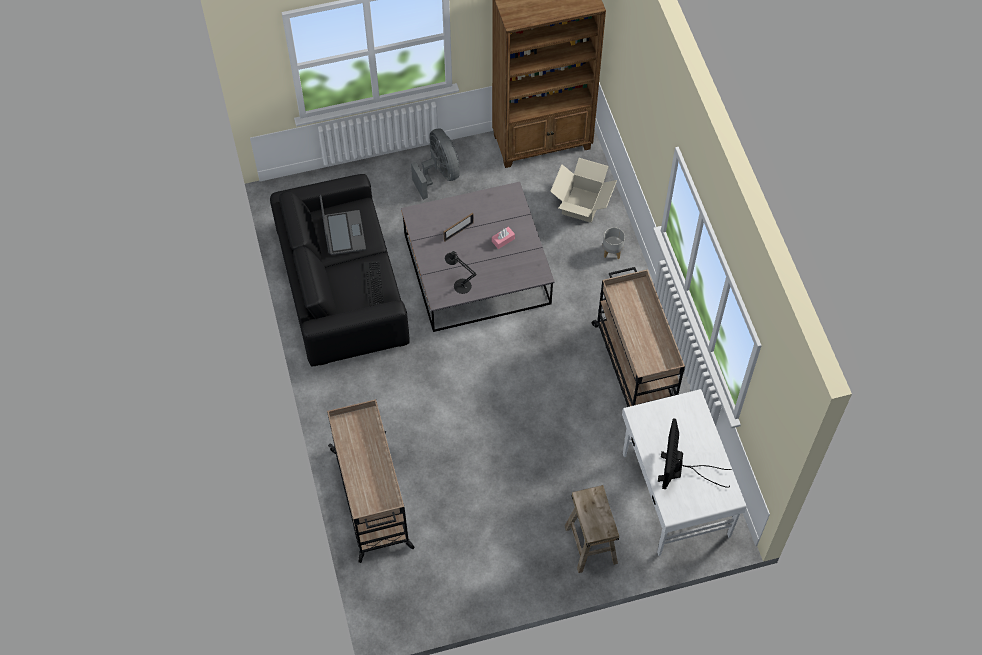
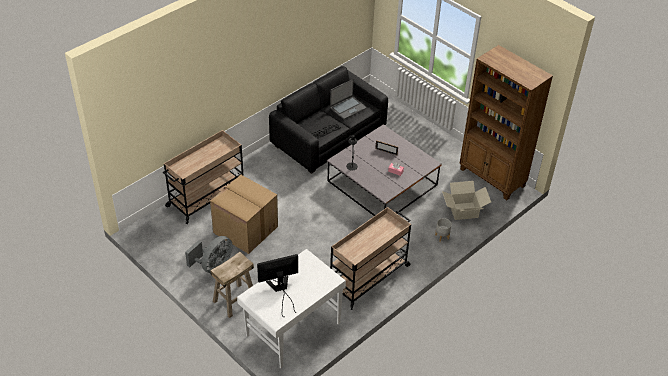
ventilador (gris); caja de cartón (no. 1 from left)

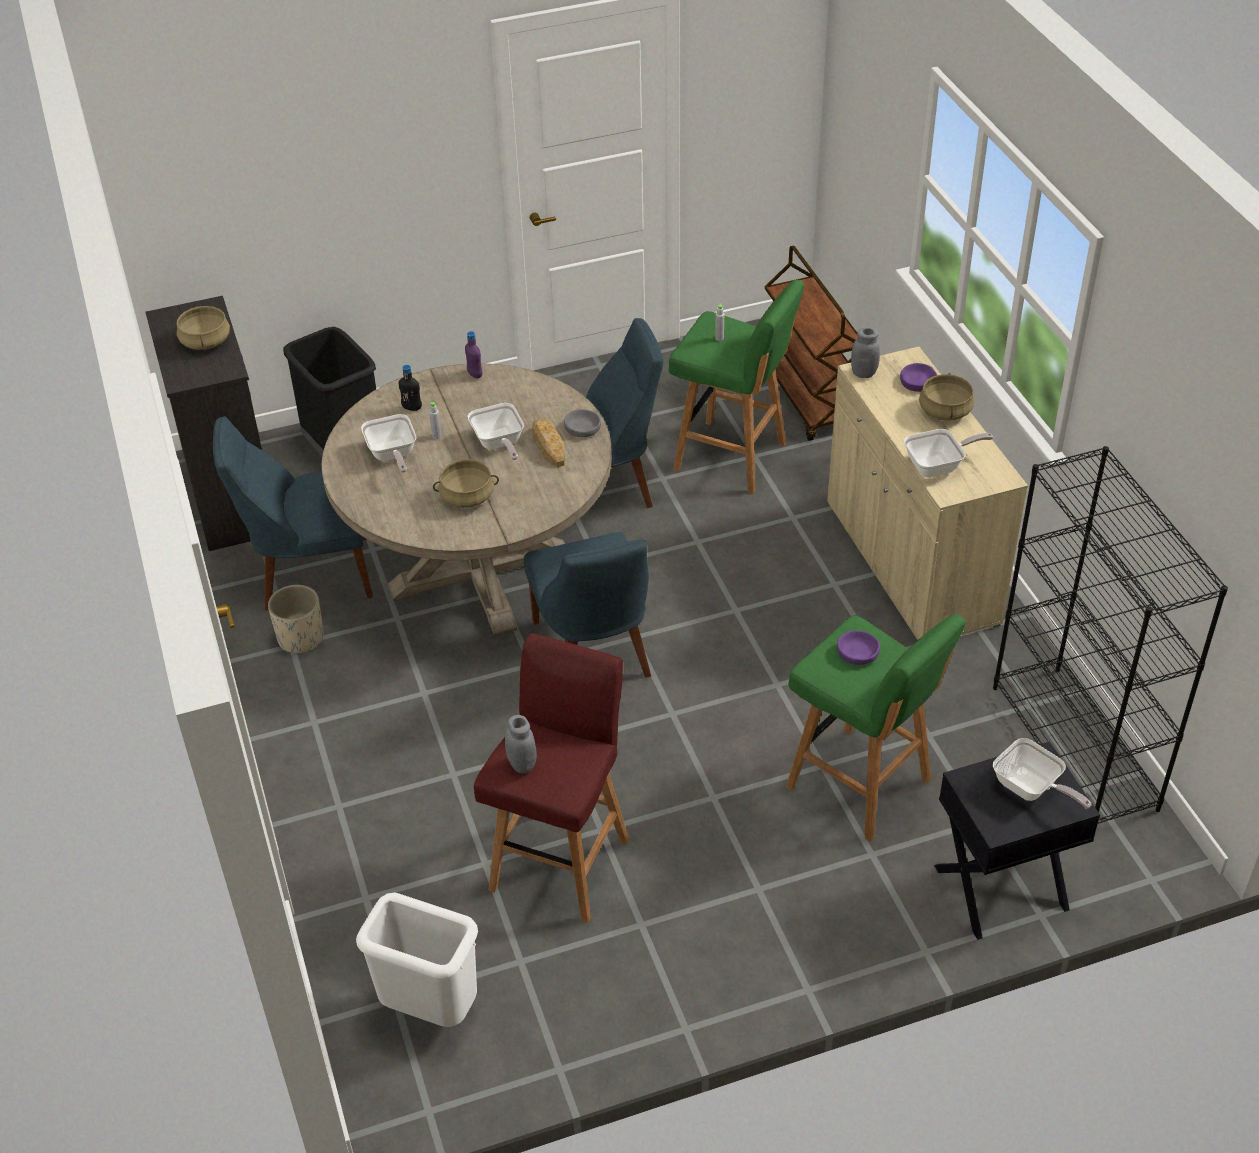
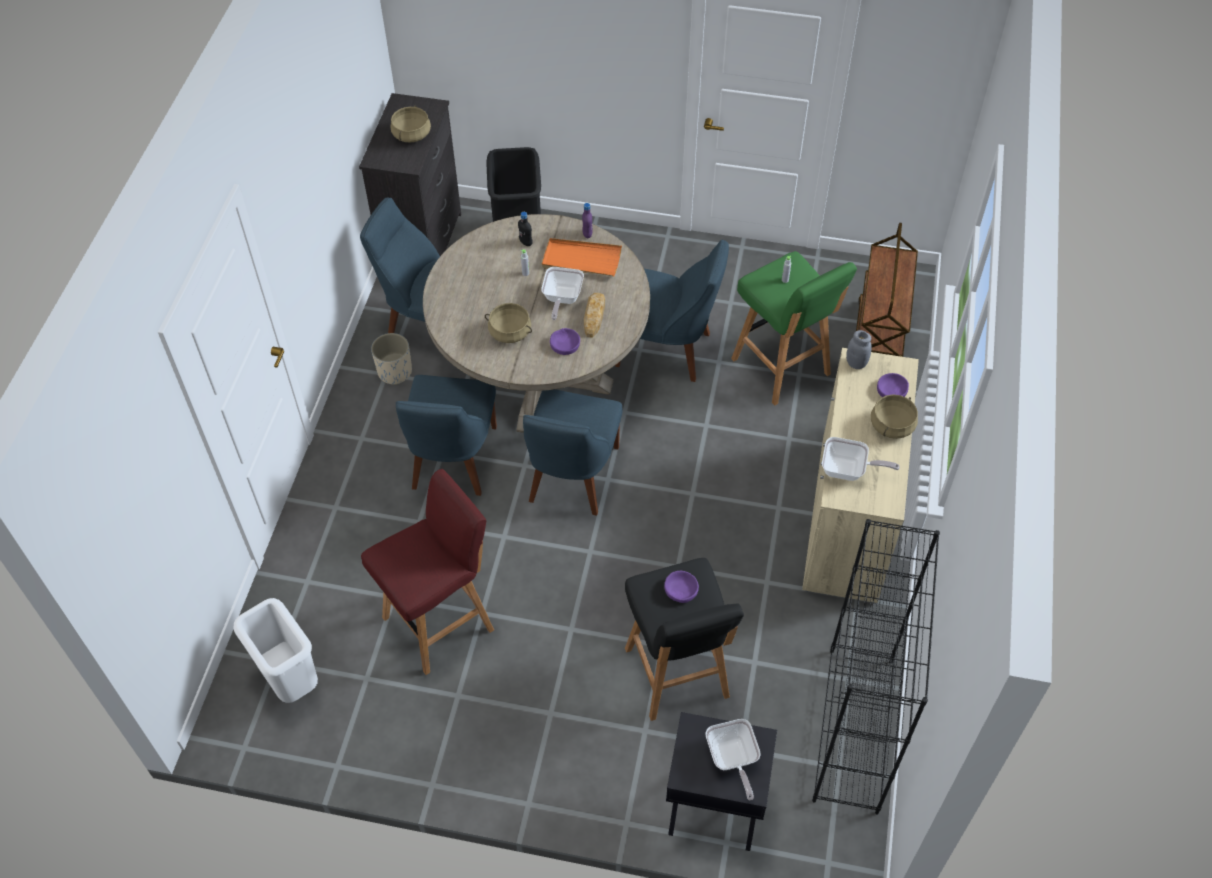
silla (azul) (no. 2 from left); bandeja (naranja); cuenco (morado) (no. 1 from left); taburete (negro); sartén (no. 1 from left in the first image); tarro (gris) (no. 1 from left in the first image); cuenco (gris)

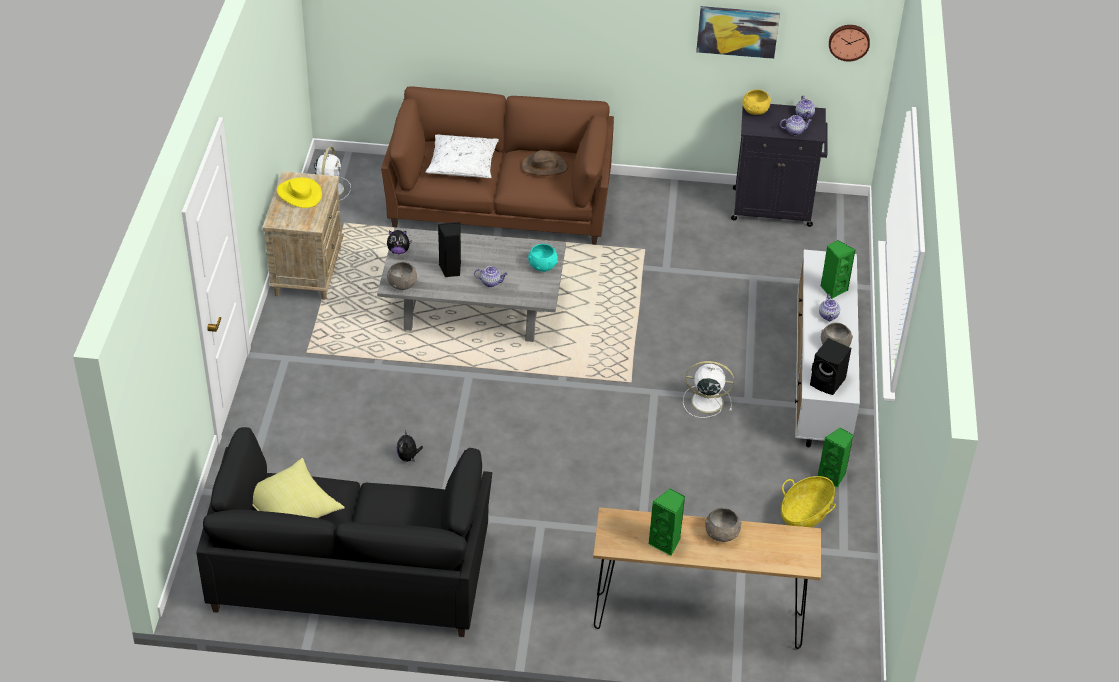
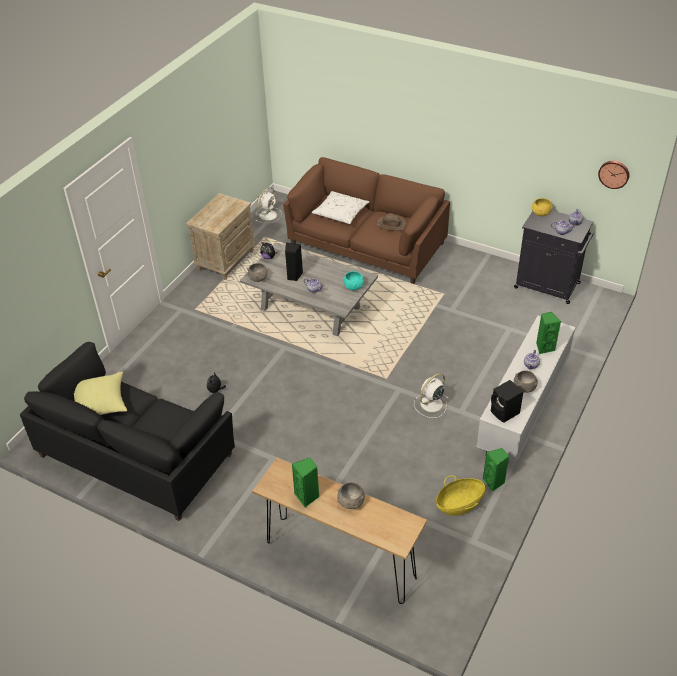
ventilador (blanco) (no. 2 from left); sombrero (amarillo); cuadro

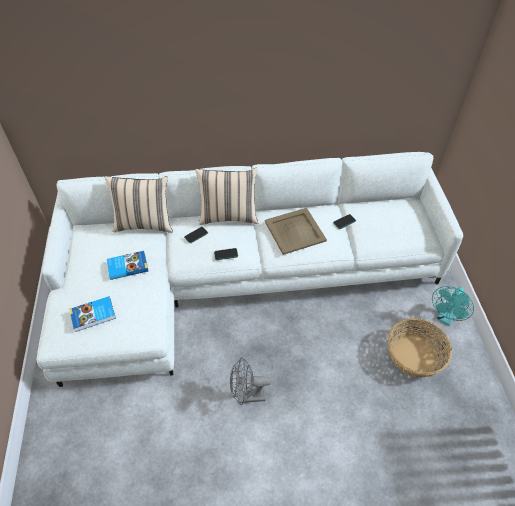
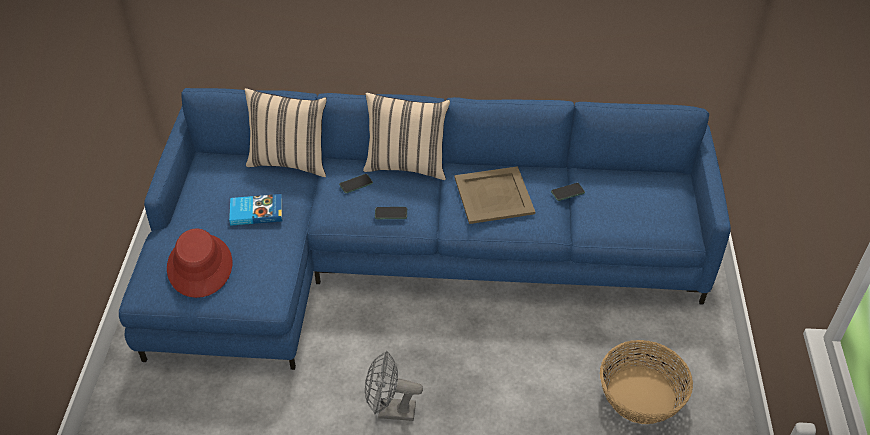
sofá (azul); sombrero (rojo); ventilador (turquesa)

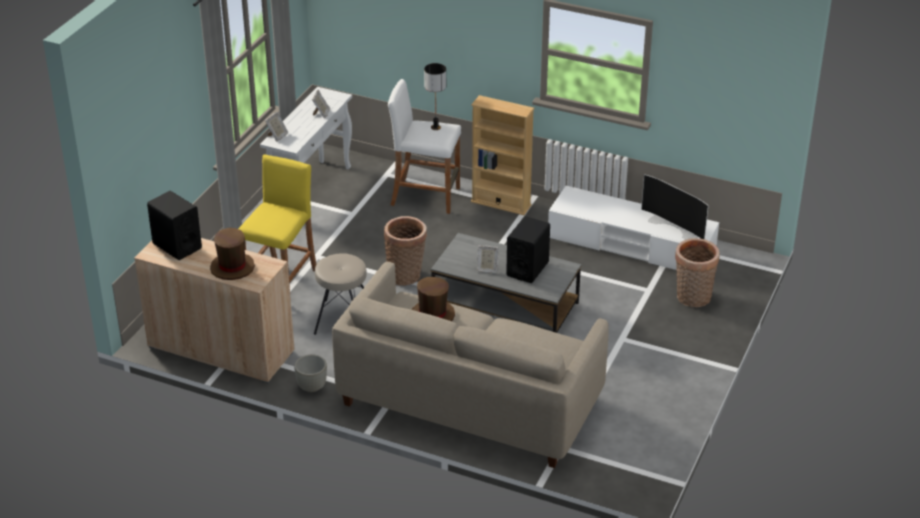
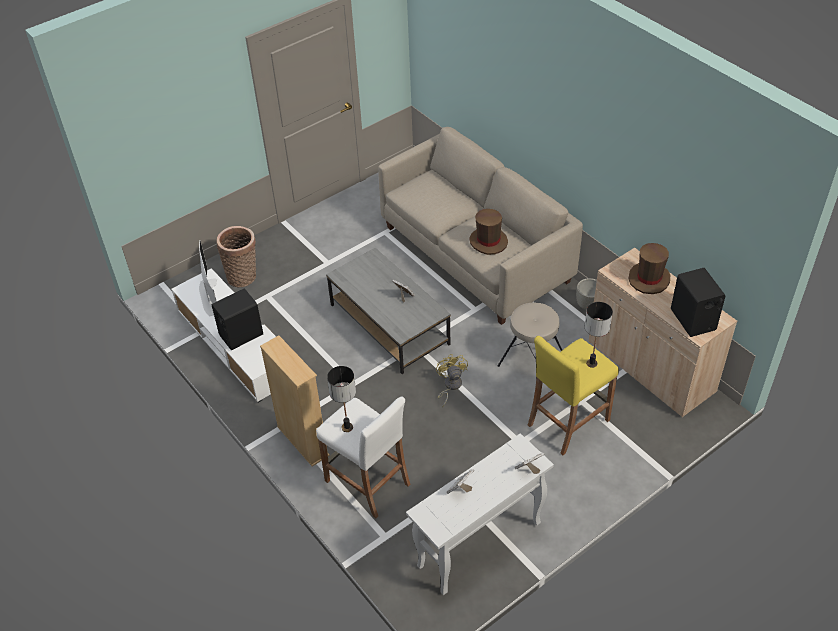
altavoz (negro) (no. 1 from left); ventilador (amarillo); lámpara de mesa (no. 2 from left)

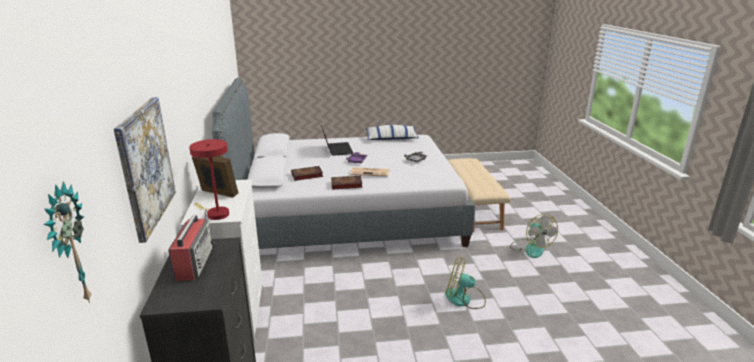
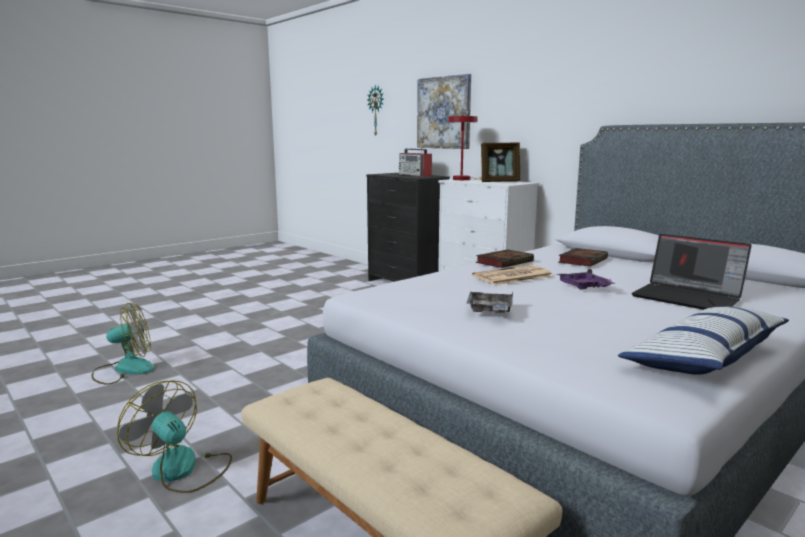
ventilador (no. 1 from left)

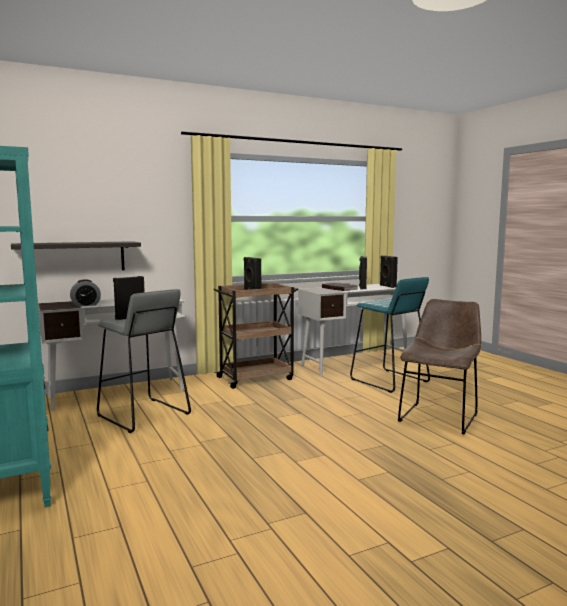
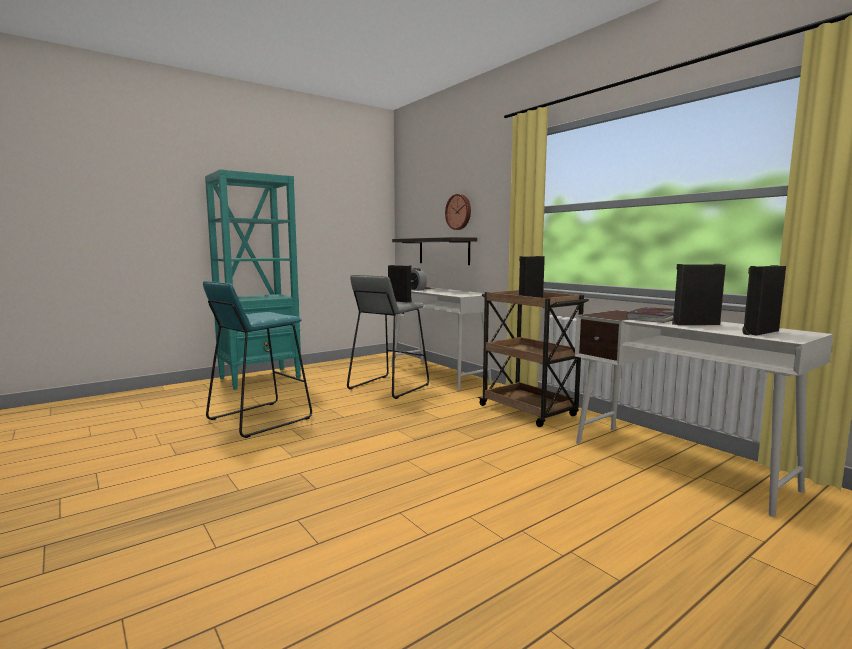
taburete (turquesa); reloj de pared; silla (marrón)

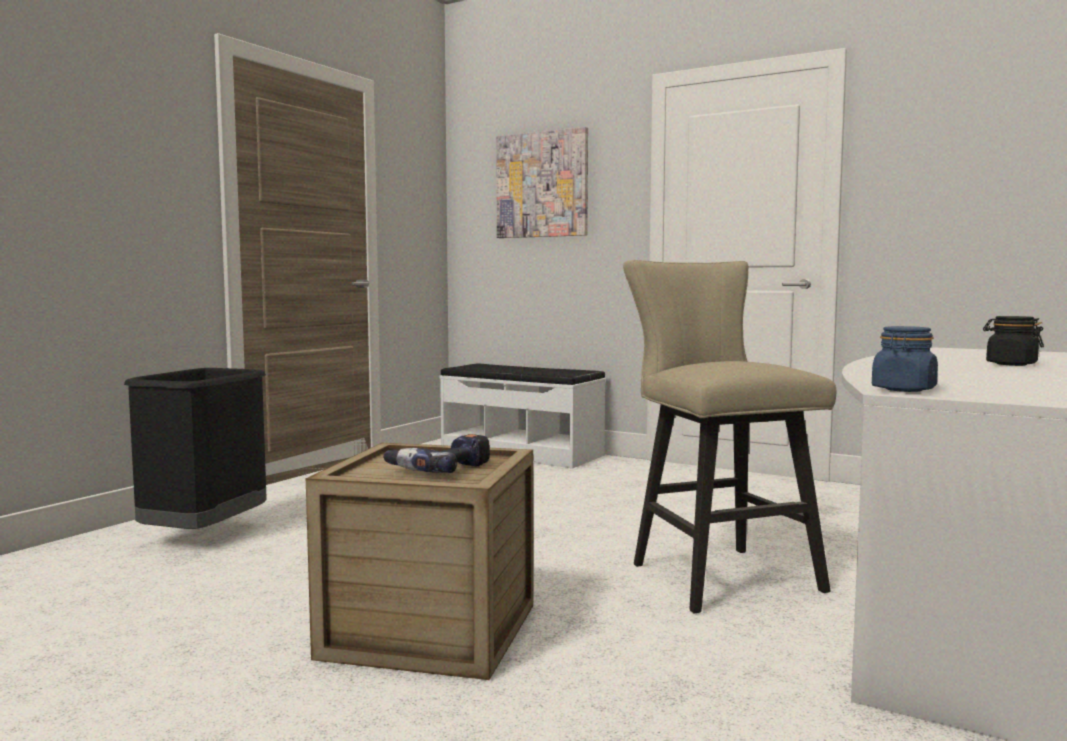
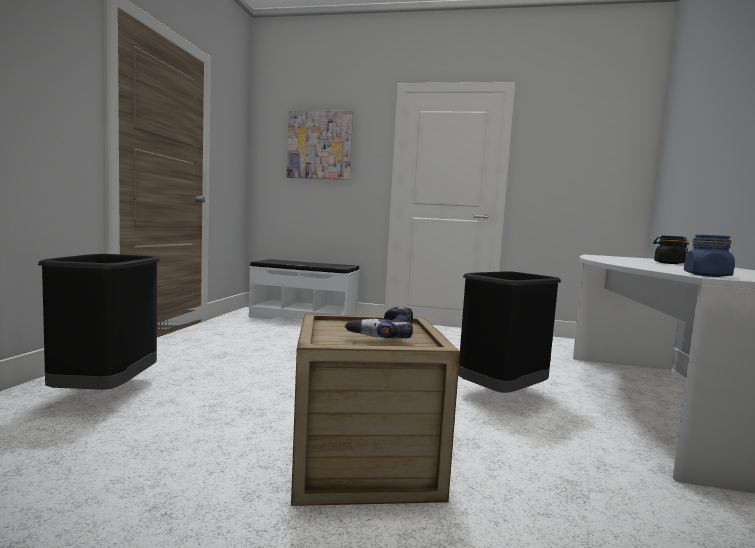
papelera (negro) (no. 2 from left)

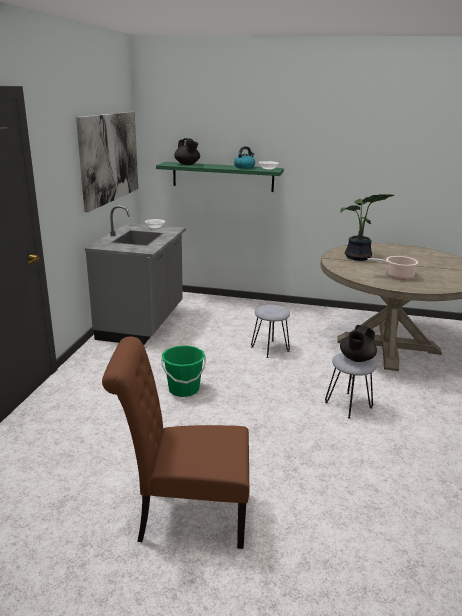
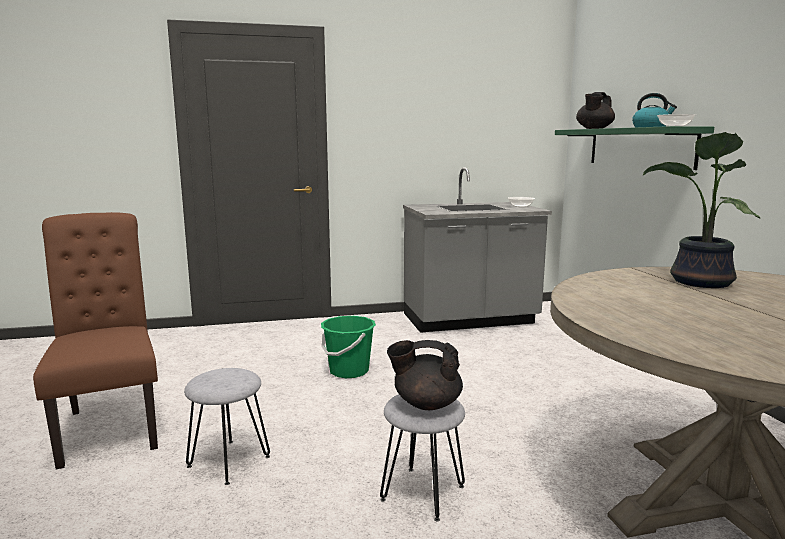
taburete (gris) (no. 1 from left); cuadro; olla

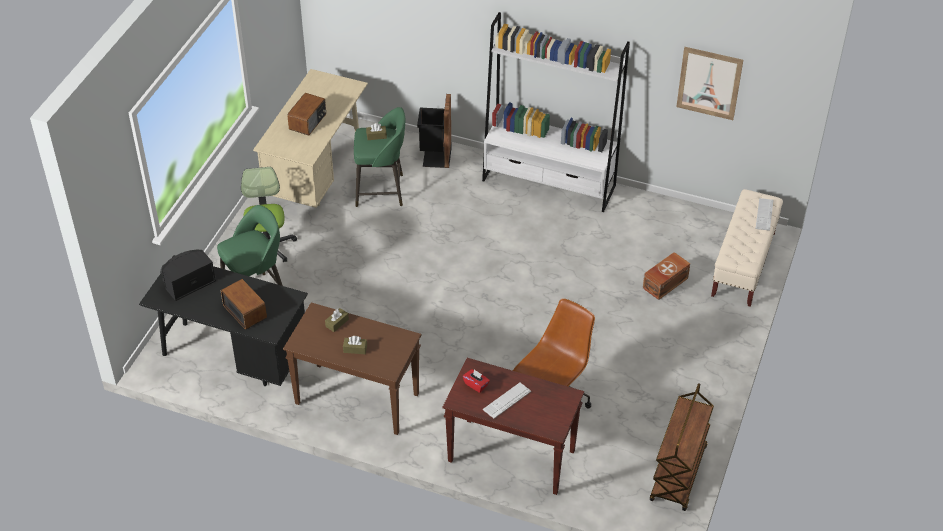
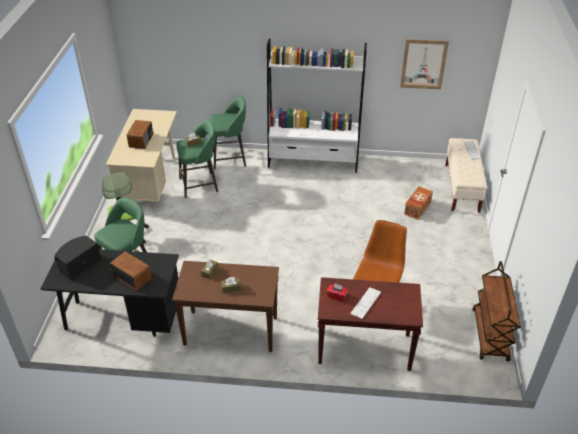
taburete (verde) (no. 3 from left)

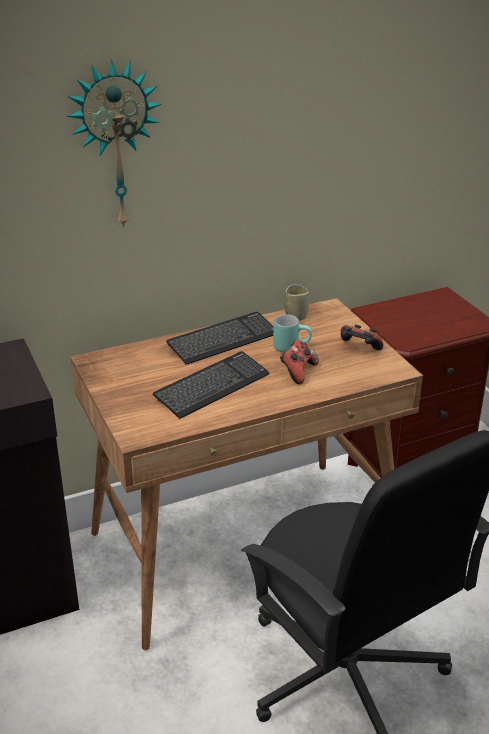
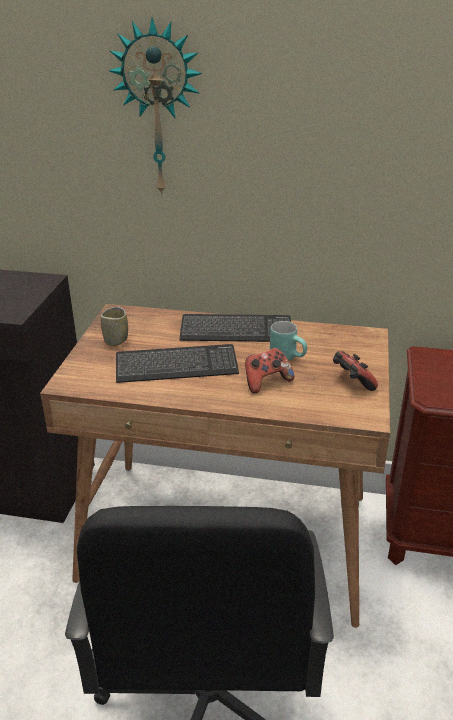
taza

